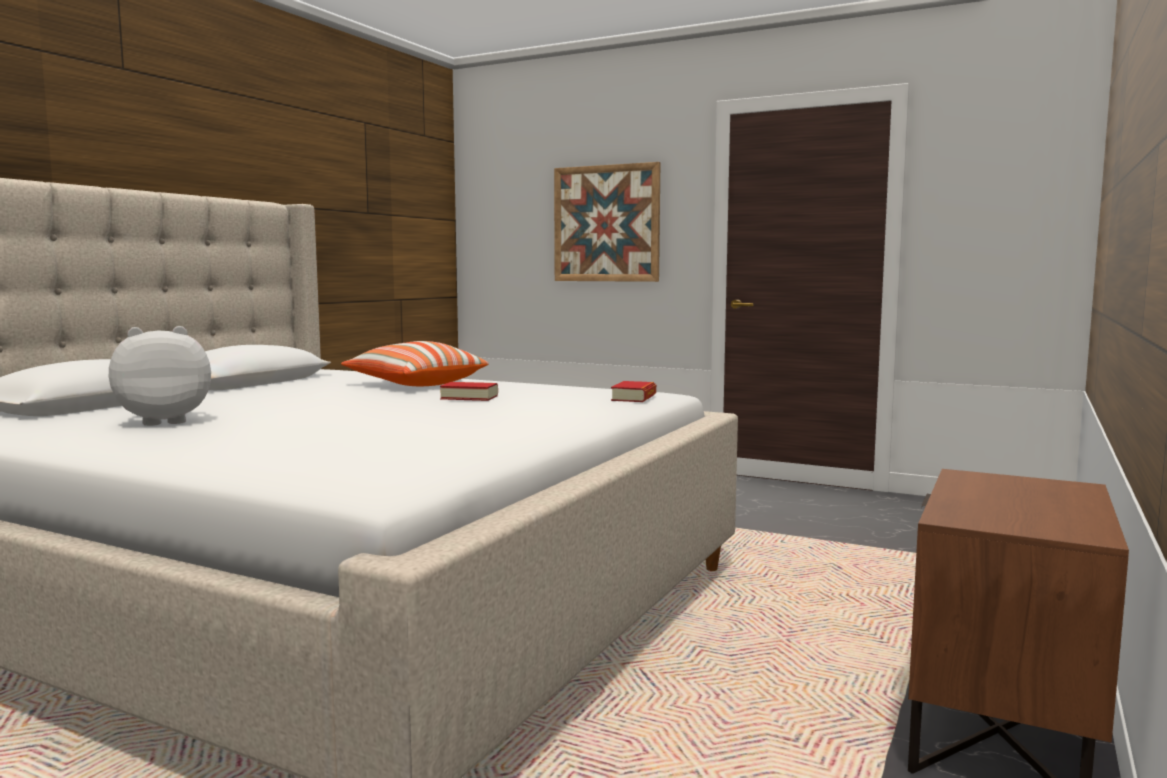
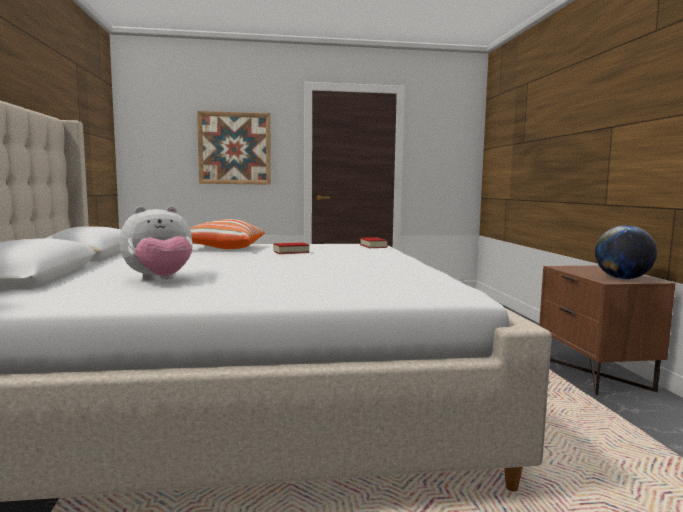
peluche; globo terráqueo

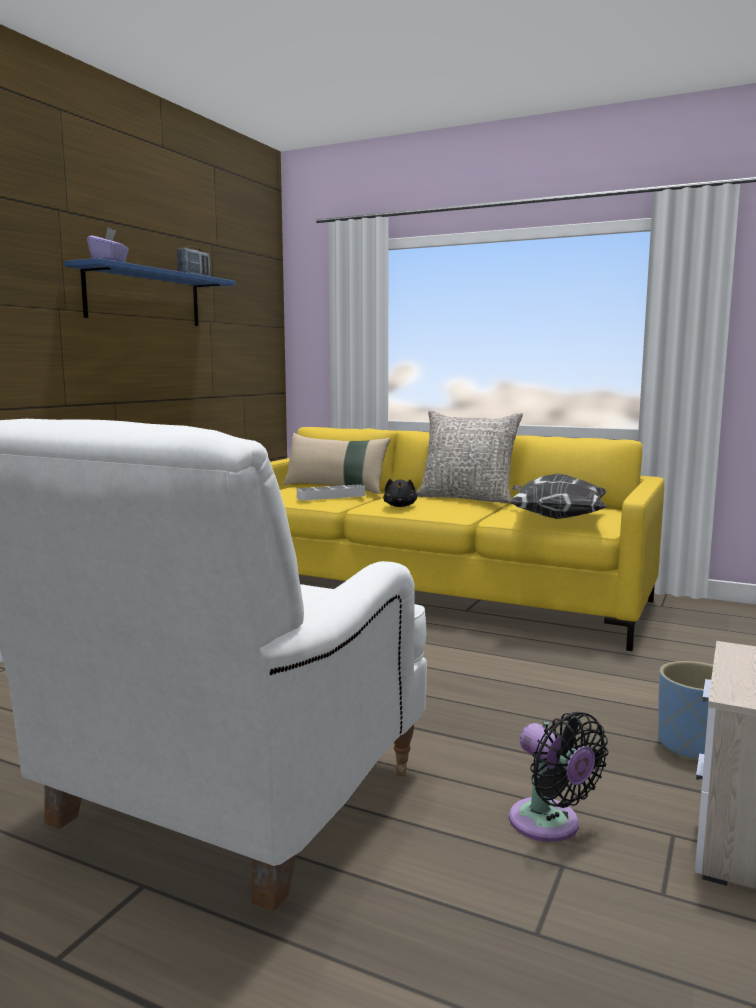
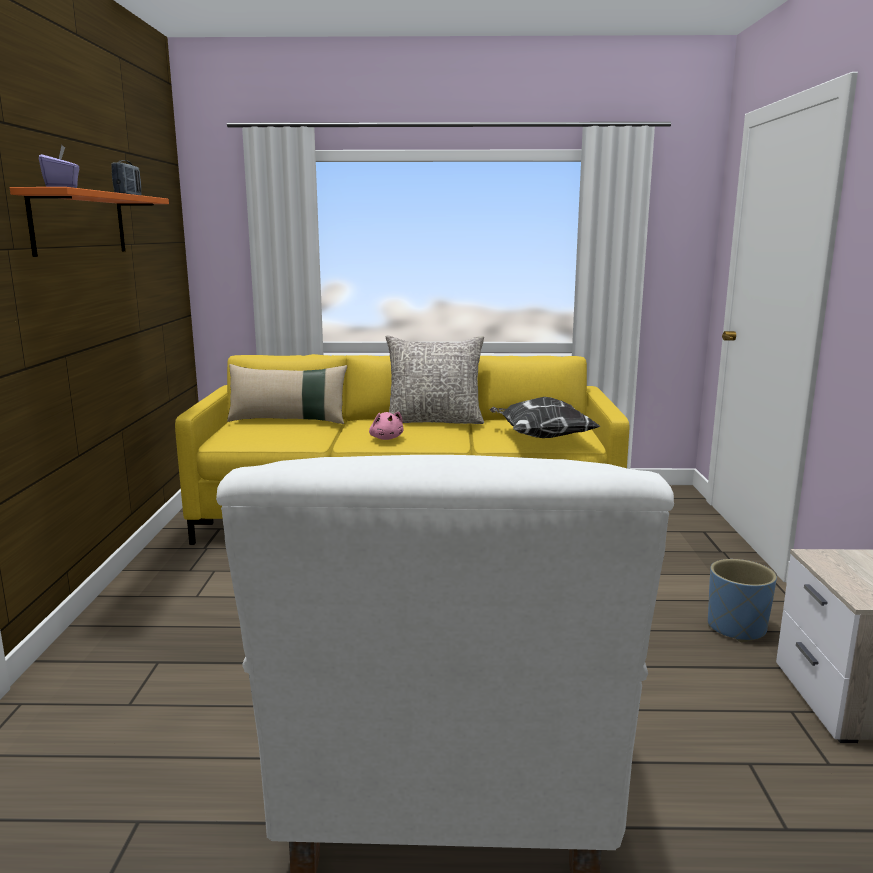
estante (naranja); peluche (rosa); bandeja (gris); ventilador (negro)

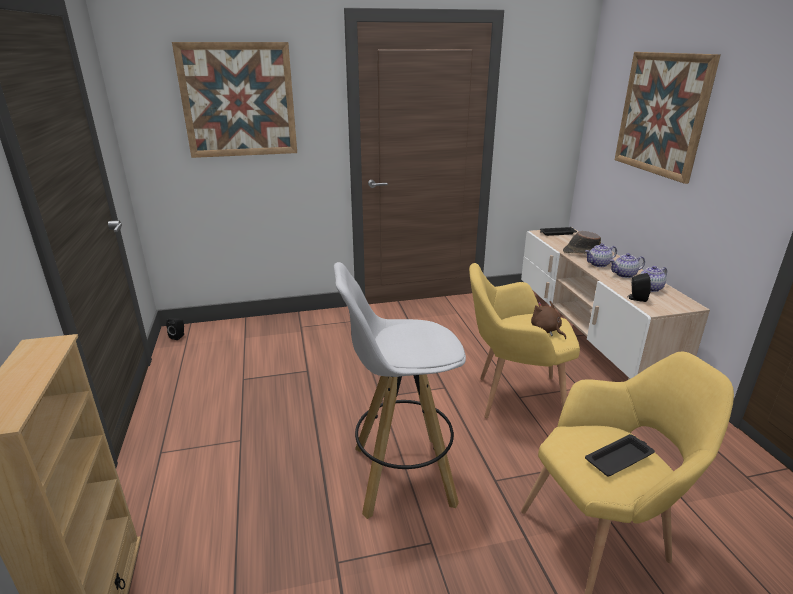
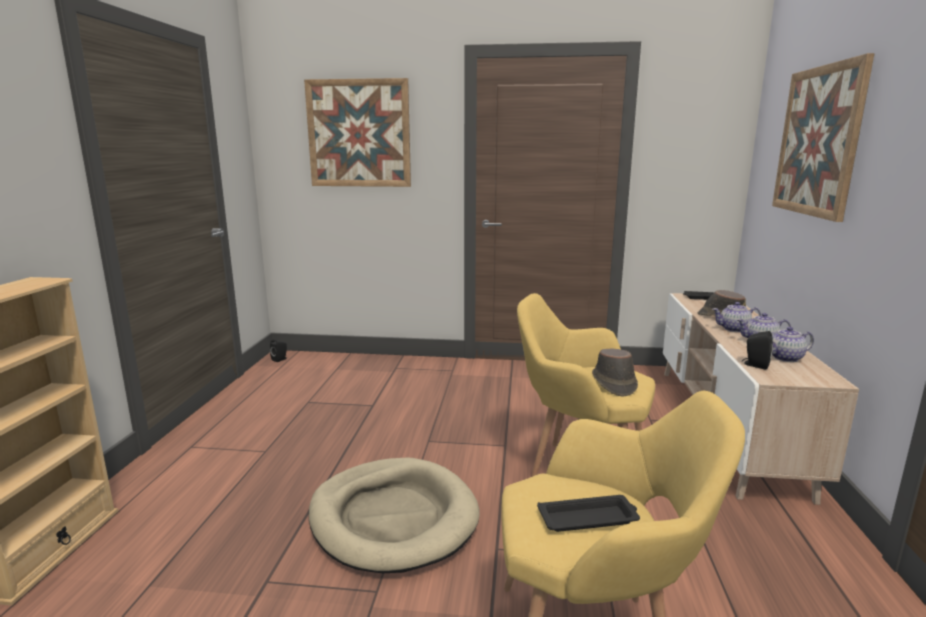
cama para perro (beis); sombrero (marrón) (no. 1 from left)

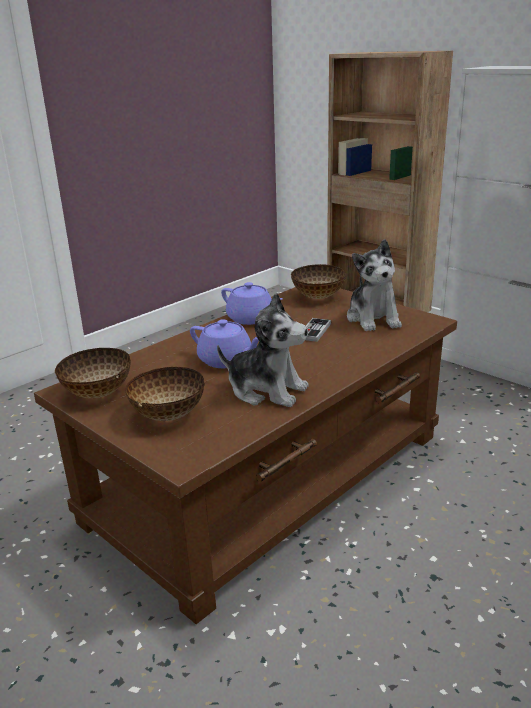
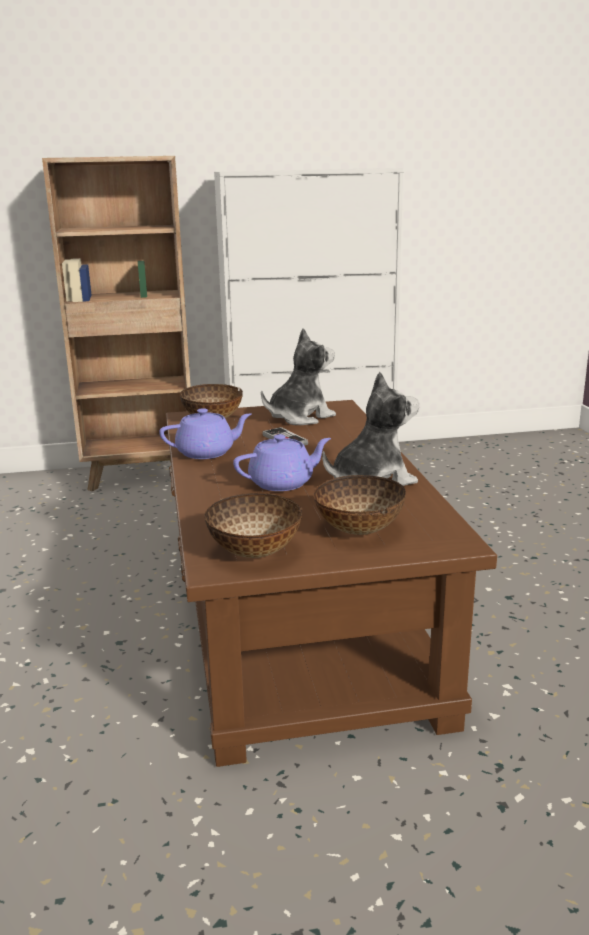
peluche (no. 1 from left)

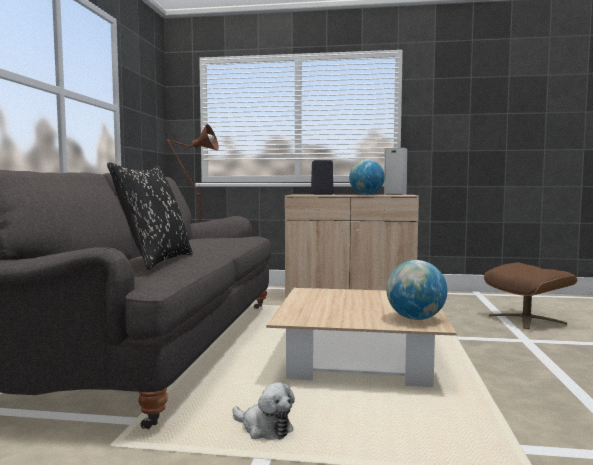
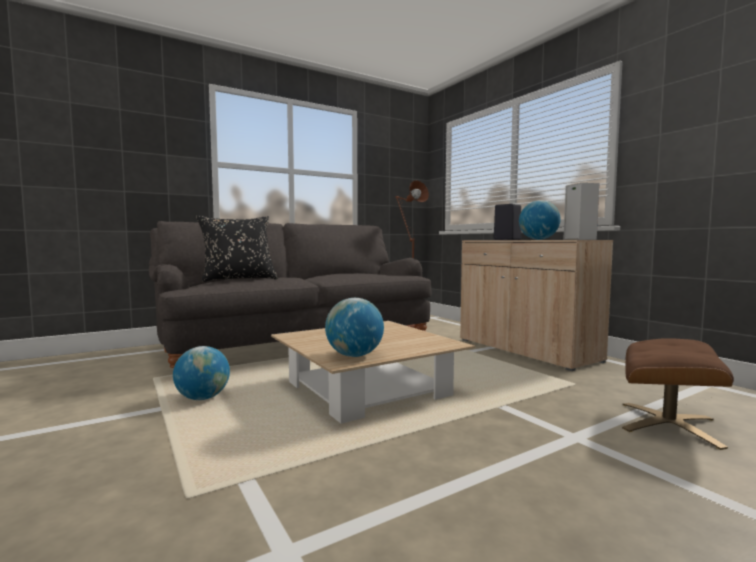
globo terráqueo (no. 1 from left)

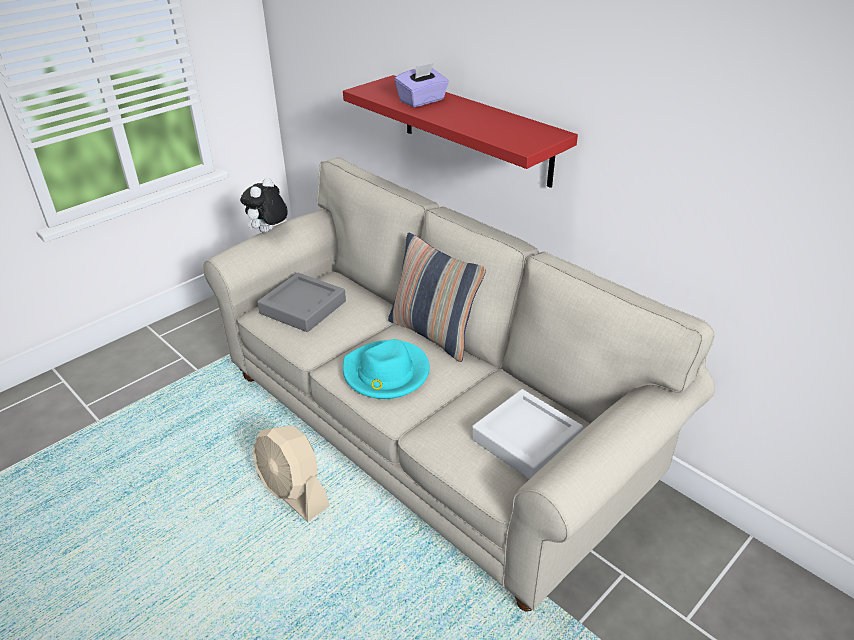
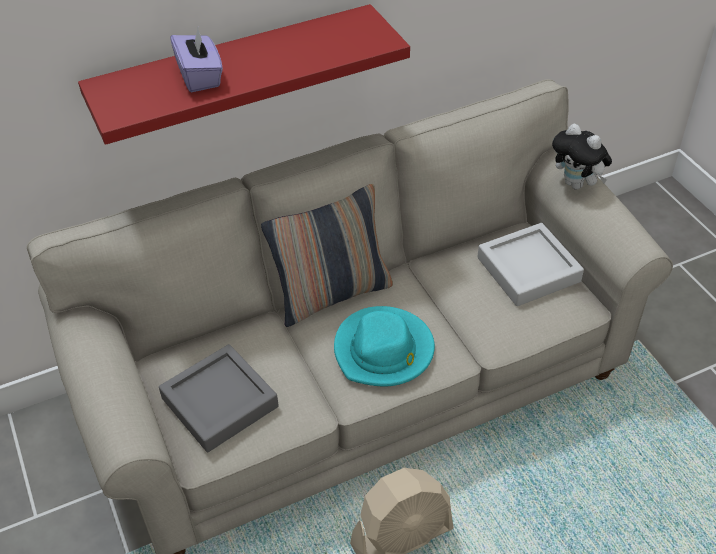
peluche

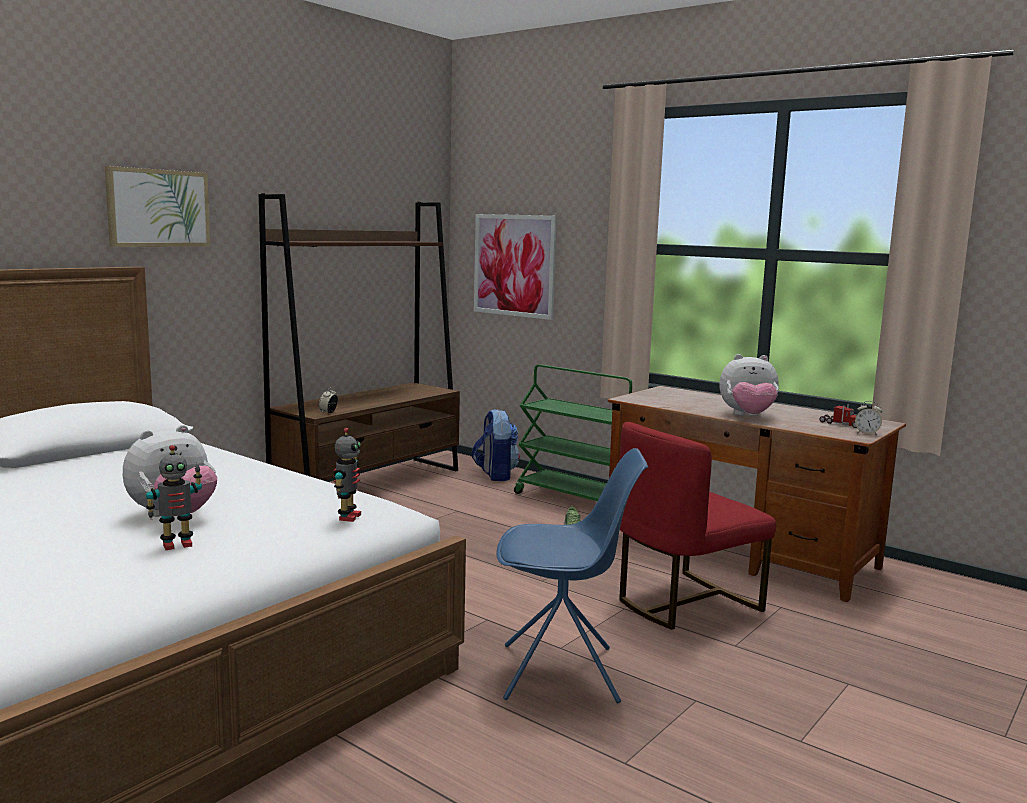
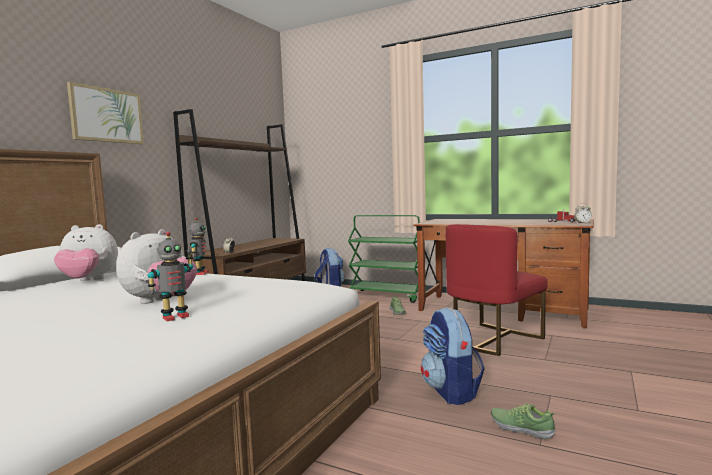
peluche (no. 1 from left); robot de juguete (no. 2 from left); mochila (no. 2 from left); zapato (no. 2 from left); cuadro (no. 2 from left in the first image)

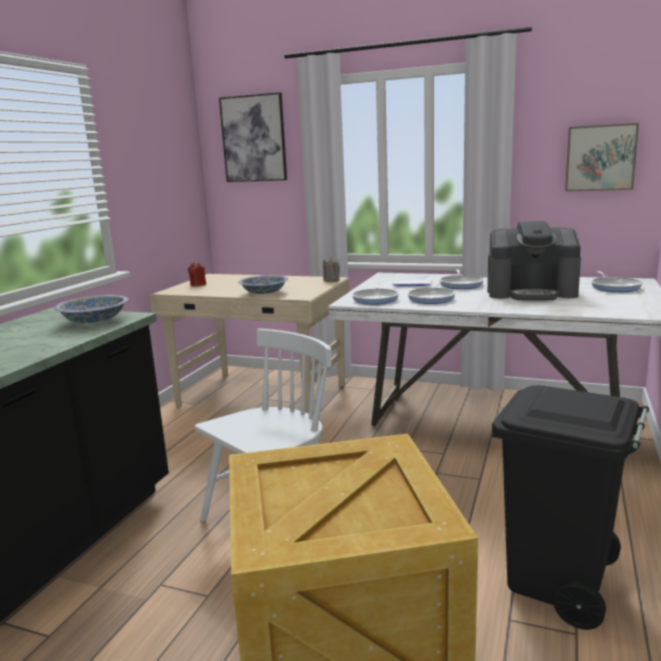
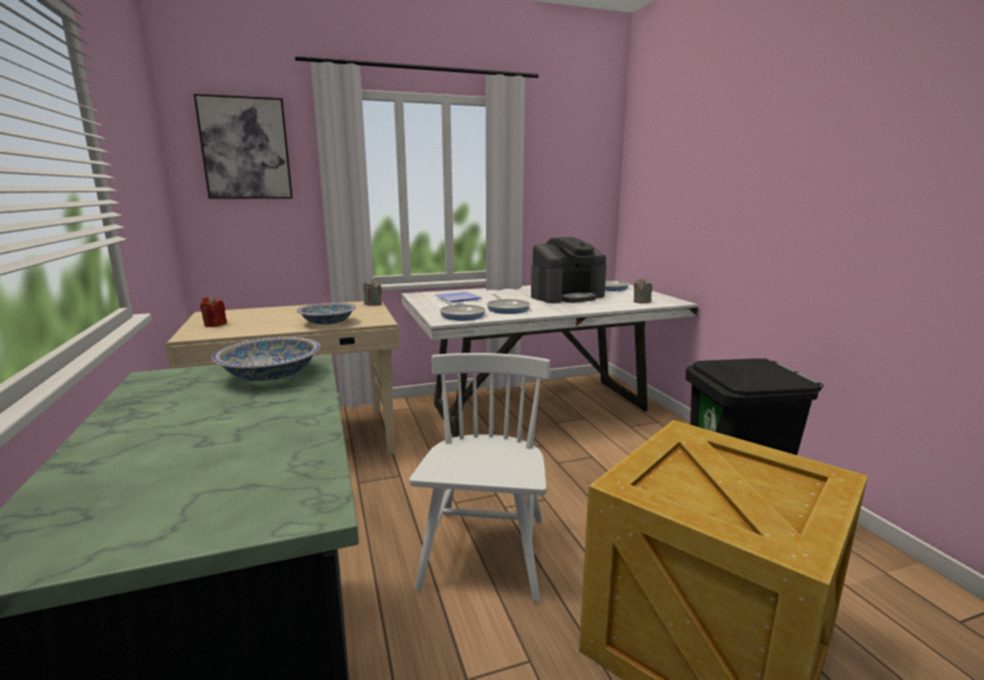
vela (gris) (no. 2 from left); sartén (no. 3 from left in the first image); cuadro (no. 2 from left in the first image)

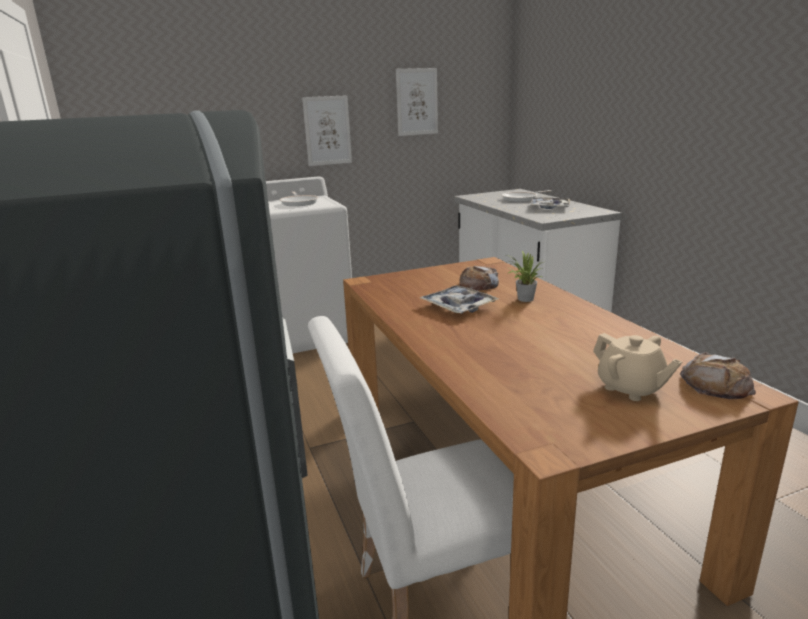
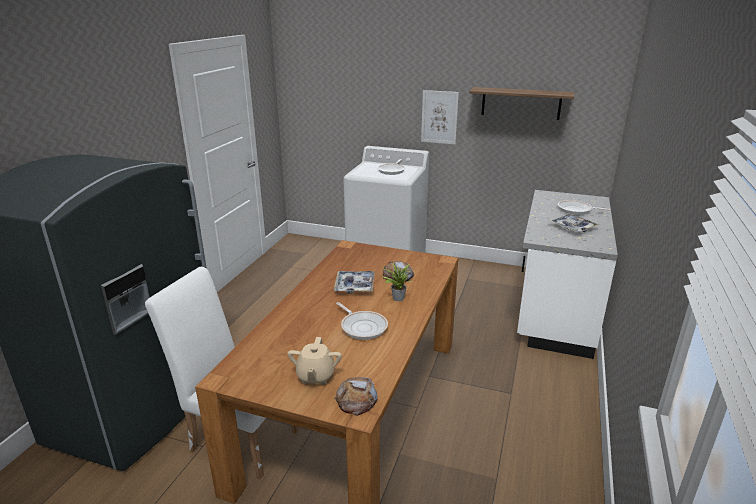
sartén (no. 1 from left); estante

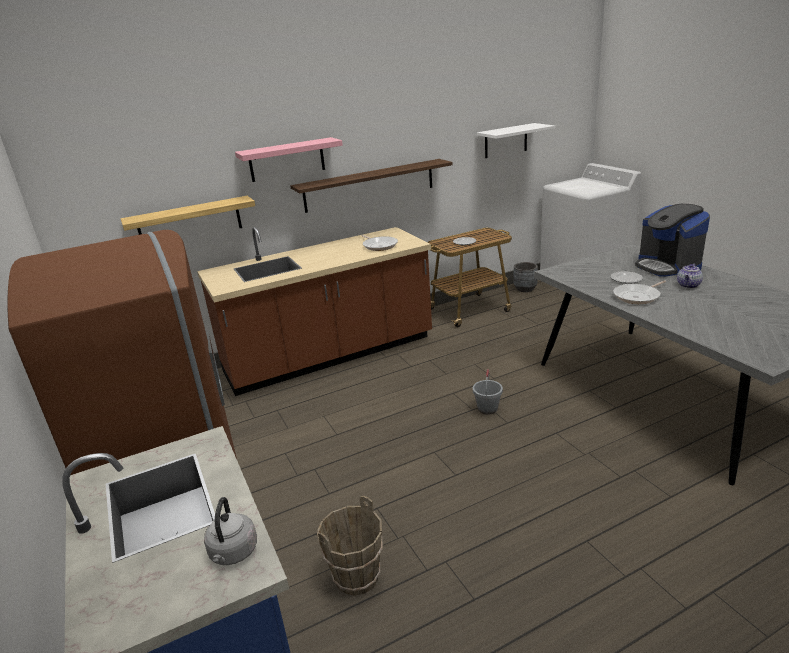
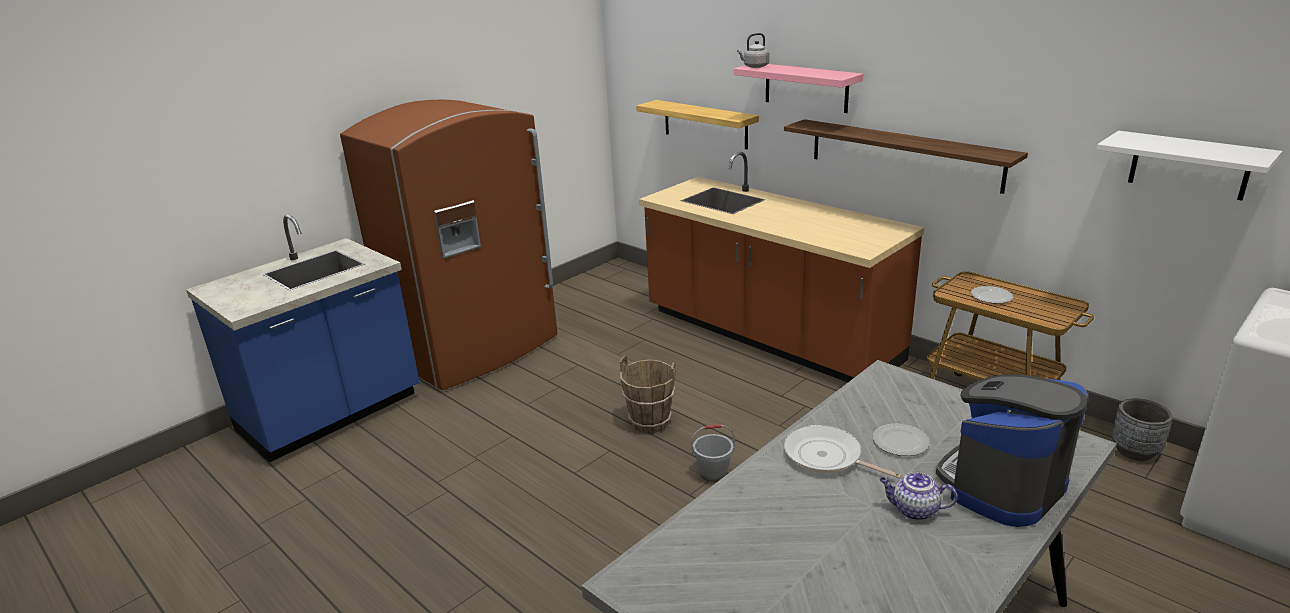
cubo (marrón); hervidor (gris); sartén (no. 1 from left in the first image)

